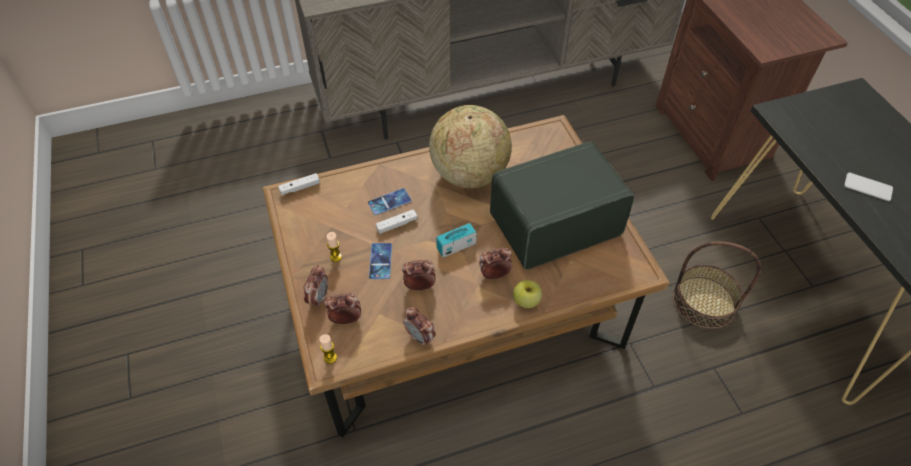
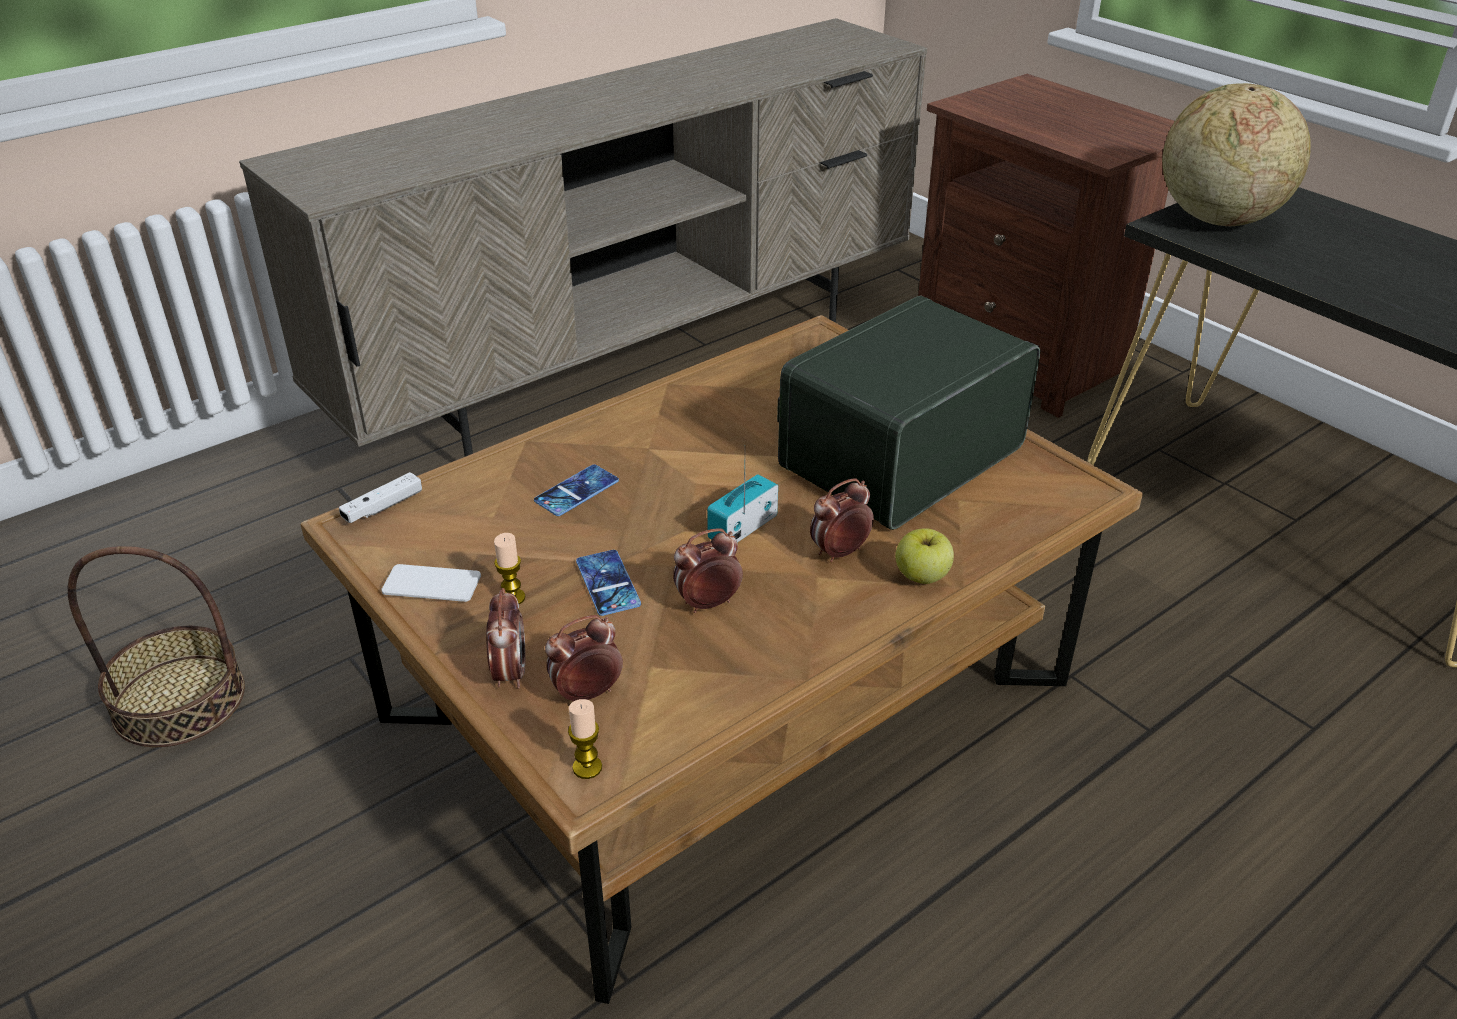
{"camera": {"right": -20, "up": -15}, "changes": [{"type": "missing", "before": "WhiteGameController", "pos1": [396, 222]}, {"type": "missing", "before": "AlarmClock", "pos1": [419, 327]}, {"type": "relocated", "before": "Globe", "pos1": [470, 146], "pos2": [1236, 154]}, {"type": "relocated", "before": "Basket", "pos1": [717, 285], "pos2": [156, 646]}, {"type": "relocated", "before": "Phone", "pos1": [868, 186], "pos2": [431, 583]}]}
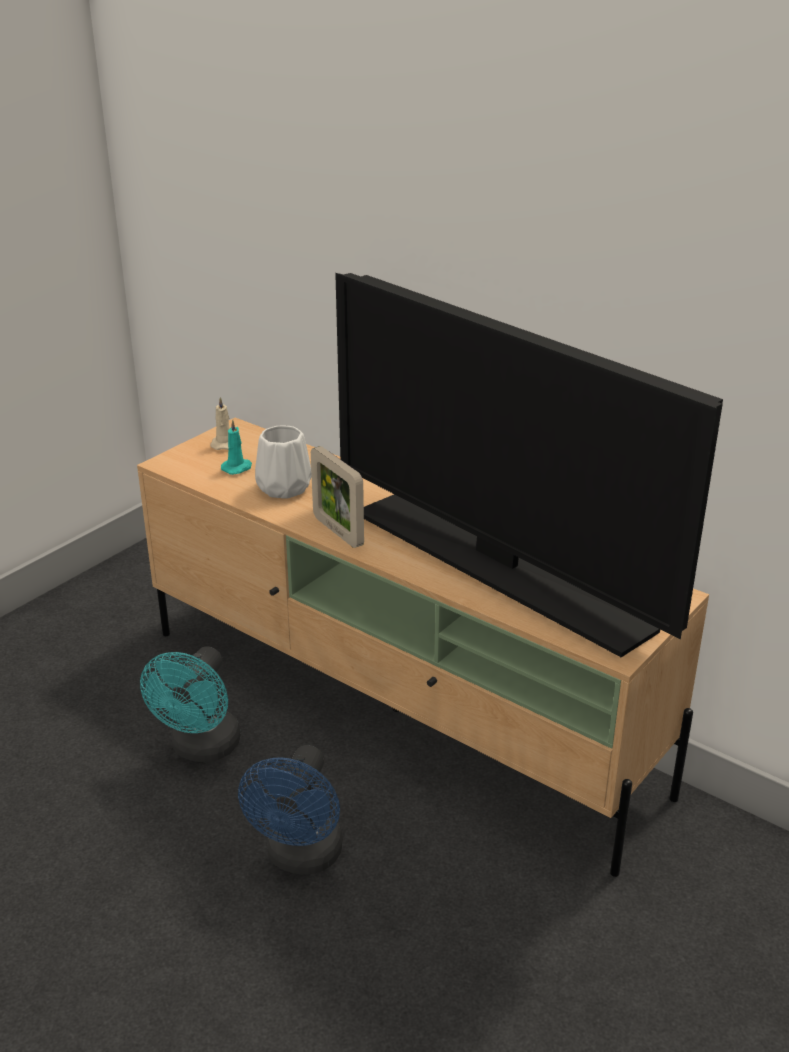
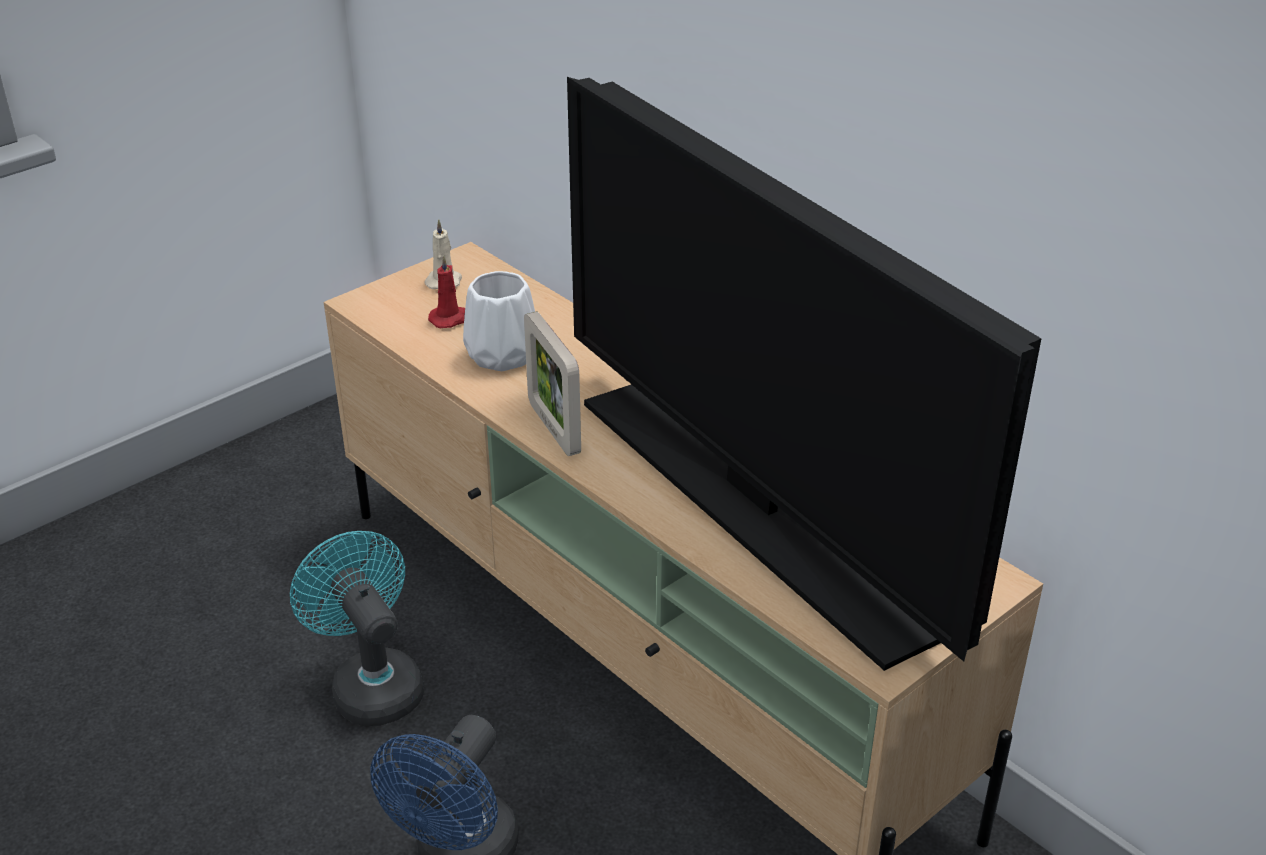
{"camera": {"right": 10, "up": 5}, "changes": [{"type": "spun", "before": "TurquoiseFan", "pos1": [190, 704], "pos2": [357, 628], "turn": 120}, {"type": "colour", "before": "TurquoiseCandle", "after": "RedCandle", "pos1": [236, 447], "pos2": [446, 291]}]}
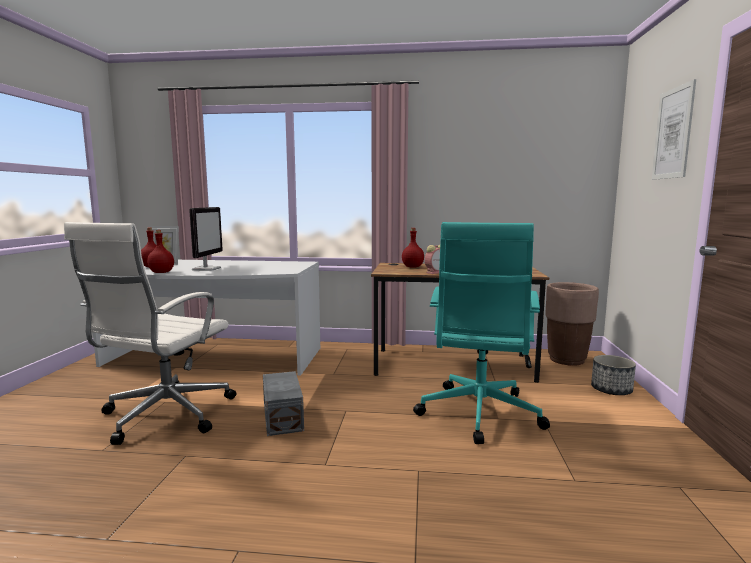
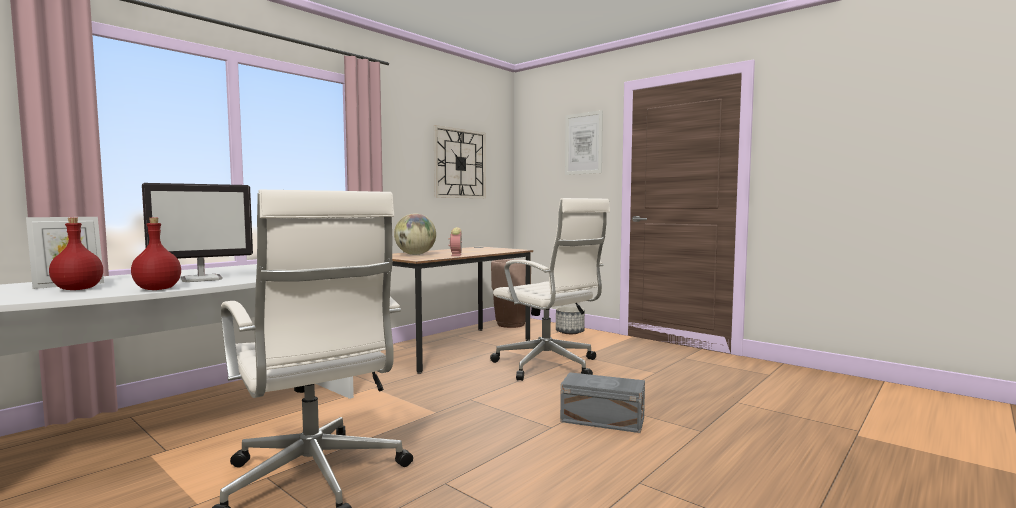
{"camera": {"right": -55, "up": -5}, "changes": [{"type": "spun", "before": "Monitor", "pos1": [206, 239], "pos2": [197, 232], "turn": 105}, {"type": "relocated", "before": "GreyStorageBox", "pos1": [283, 403], "pos2": [602, 402]}, {"type": "exchanged", "before": "RedBottle", "after": "Globe", "pos1": [413, 248], "pos2": [415, 234]}, {"type": "colour", "before": "TurquoiseOfficeChair", "after": "WhiteOfficeChair", "pos1": [481, 333], "pos2": [550, 289]}, {"type": "appeared", "after": "WallClock", "pos2": [460, 161]}]}
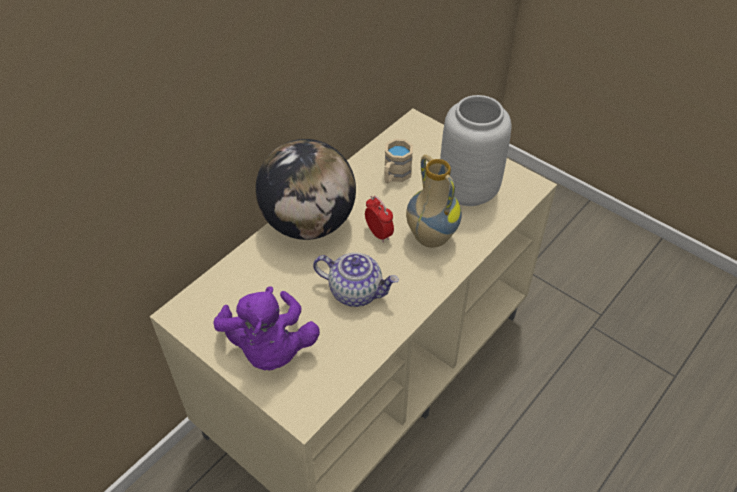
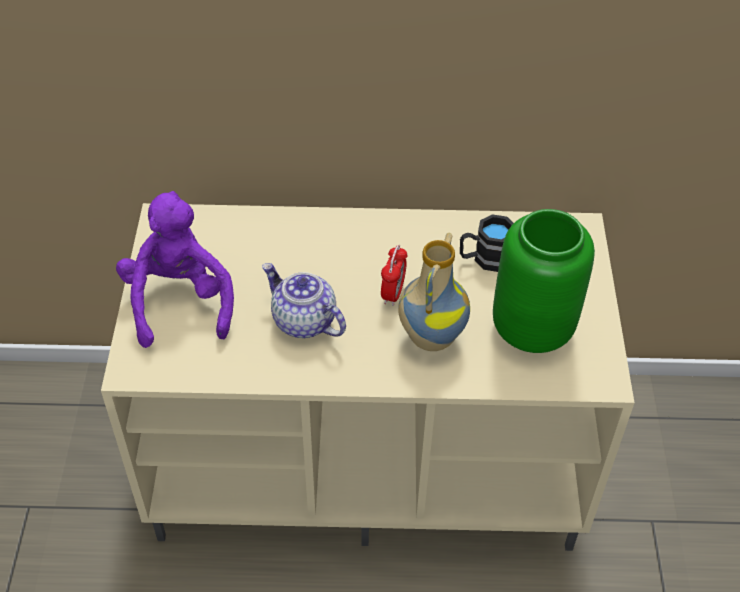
{"camera": {"right": 50, "up": 0}, "changes": [{"type": "spun", "before": "PurplePlushToy", "pos1": [266, 328], "pos2": [175, 269], "turn": 135}, {"type": "missing", "before": "Globe", "pos1": [305, 189]}, {"type": "spun", "before": "Teapot", "pos1": [356, 279], "pos2": [304, 300], "turn": 150}, {"type": "colour", "before": "BeigeMug", "after": "BlackMug", "pos1": [398, 161], "pos2": [487, 243]}, {"type": "colour", "before": "GreyVase", "after": "GreenVase", "pos1": [476, 150], "pos2": [544, 281]}]}
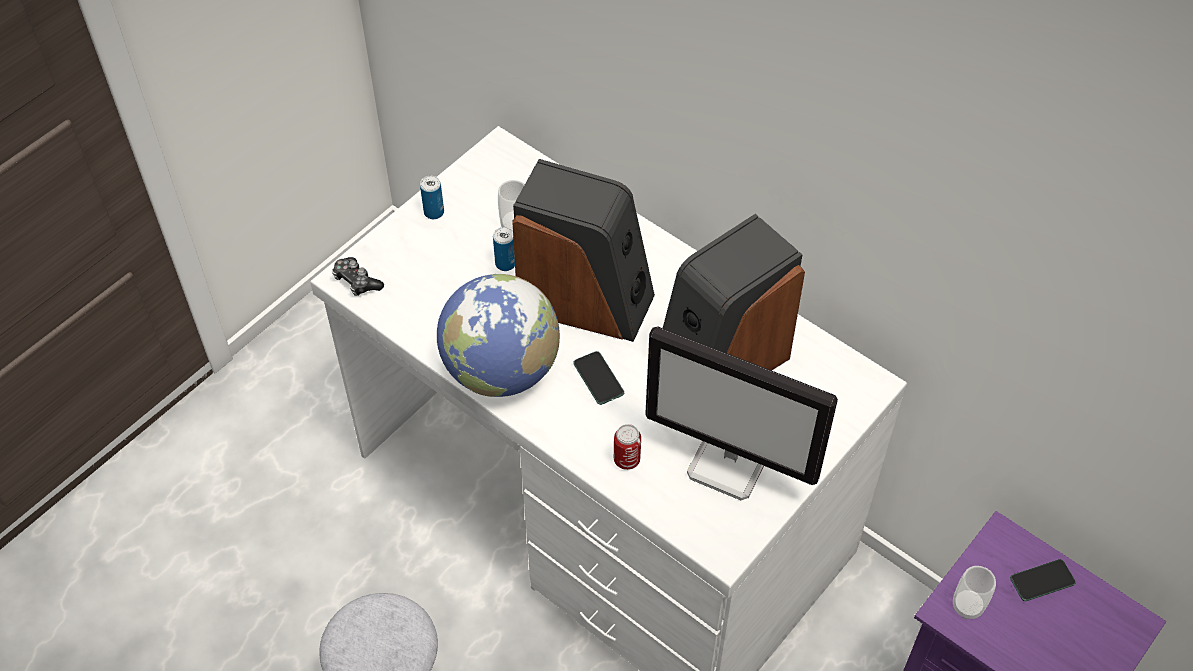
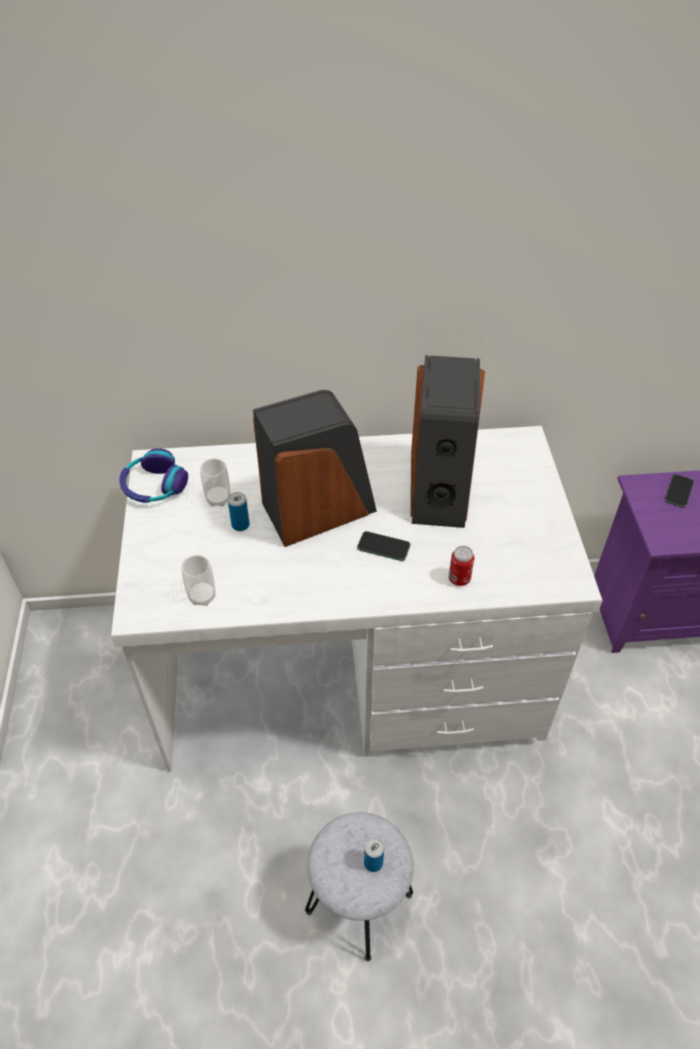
{"camera": {"right": -45, "up": -5}, "changes": [{"type": "missing", "before": "GameController", "pos1": [358, 276]}, {"type": "relocated", "before": "Can", "pos1": [432, 197], "pos2": [374, 855]}, {"type": "missing", "before": "Globe", "pos1": [498, 335]}, {"type": "missing", "before": "Monitor", "pos1": [741, 413]}, {"type": "relocated", "before": "Cup", "pos1": [974, 592], "pos2": [198, 580]}, {"type": "appeared", "after": "Headphones", "pos2": [153, 475]}]}
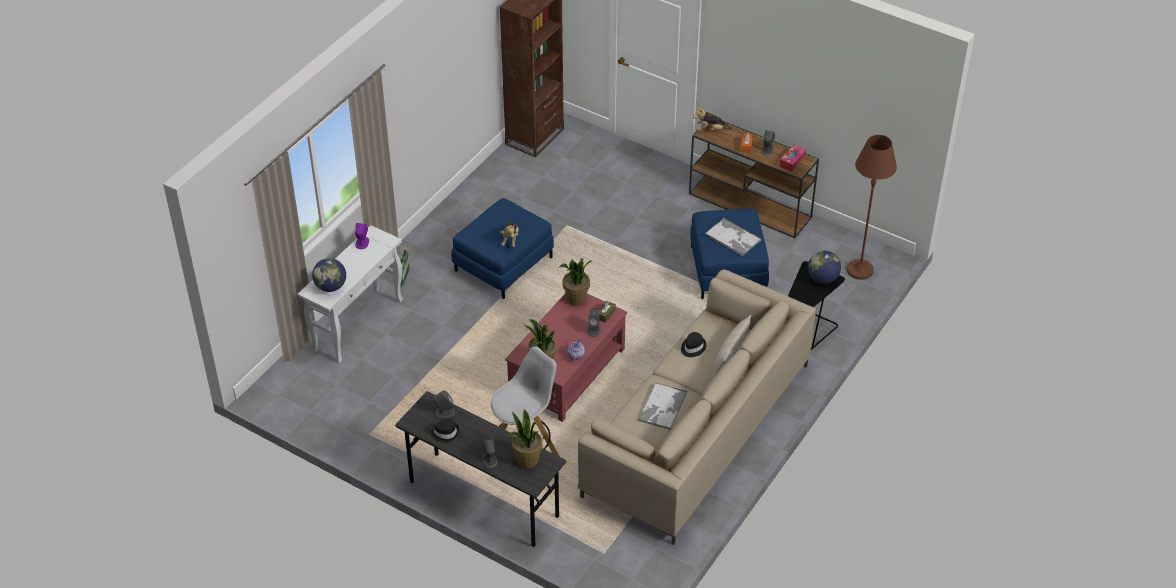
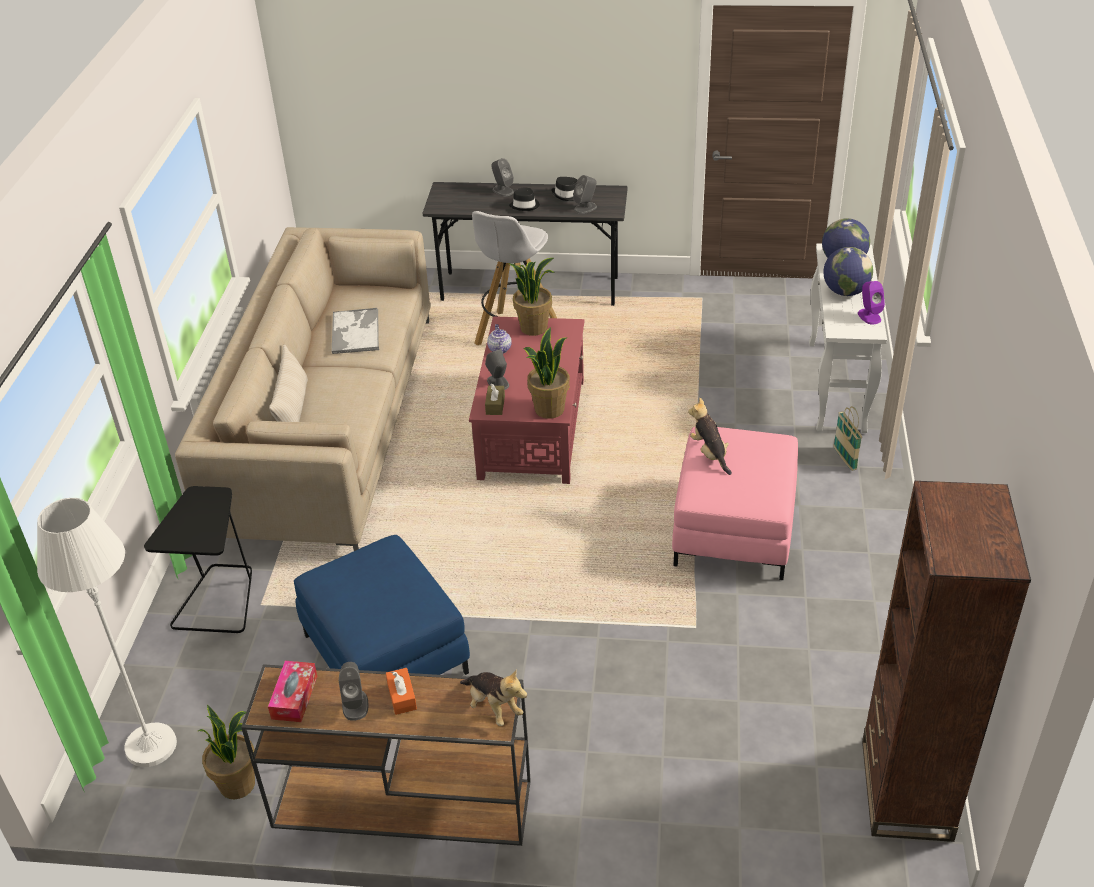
{"camera": {"right": 155, "up": -5}, "changes": [{"type": "colour", "before": "BlueOttoman", "after": "PinkOttoman", "pos1": [502, 248], "pos2": [735, 503]}, {"type": "relocated", "before": "PottedPlant", "pos1": [525, 439], "pos2": [226, 752]}, {"type": "relocated", "before": "BlackHat", "pos1": [693, 344], "pos2": [524, 199]}, {"type": "spun", "before": "PlushToy", "pos1": [712, 118], "pos2": [493, 698], "turn": 75}, {"type": "missing", "before": "Tray", "pos1": [733, 237]}, {"type": "relocated", "before": "Globe", "pos1": [824, 267], "pos2": [848, 271]}, {"type": "colour", "before": "BrownFloorLamp", "after": "WhiteFloorLamp", "pos1": [872, 207], "pos2": [107, 632]}]}
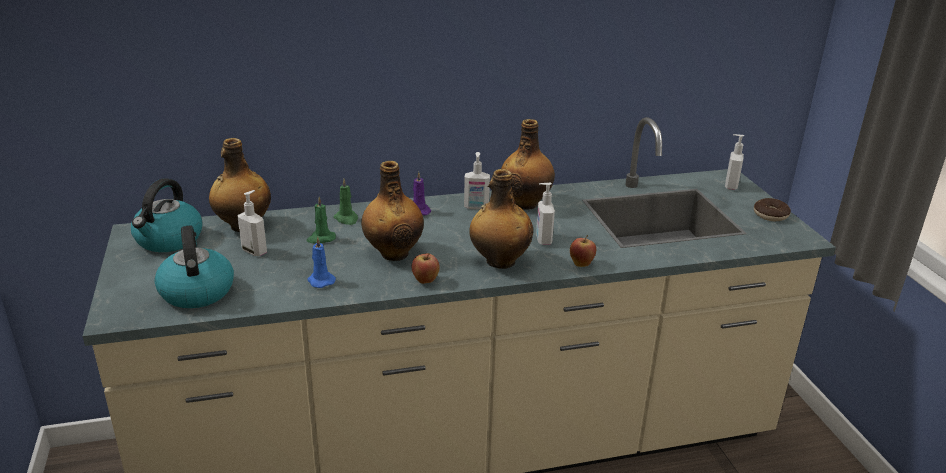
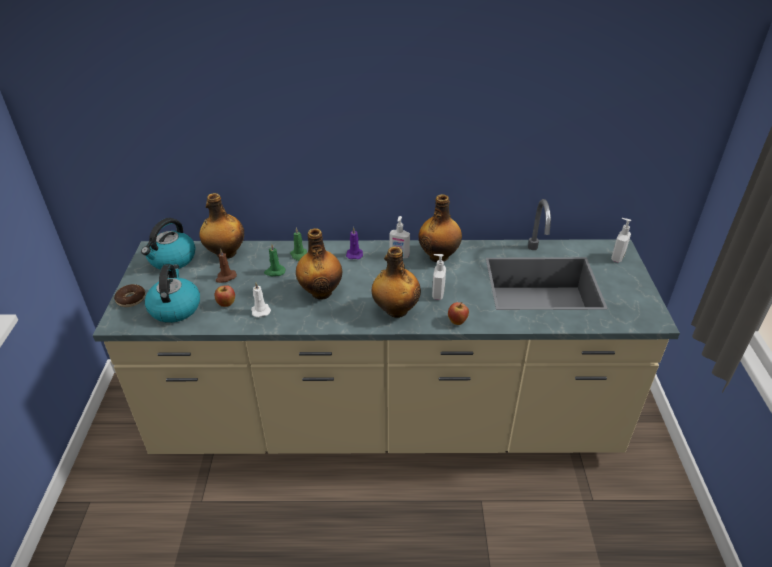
{"camera": {"right": 15, "up": 10}, "changes": [{"type": "exchanged", "before": "SoapDispenser", "after": "BrownCandle", "pos1": [252, 223], "pos2": [226, 266]}, {"type": "colour", "before": "BlueCandle", "after": "WhiteCandle", "pos1": [321, 262], "pos2": [261, 300]}, {"type": "relocated", "before": "Apple", "pos1": [426, 268], "pos2": [225, 296]}, {"type": "relocated", "before": "Donut", "pos1": [772, 209], "pos2": [130, 295]}]}
